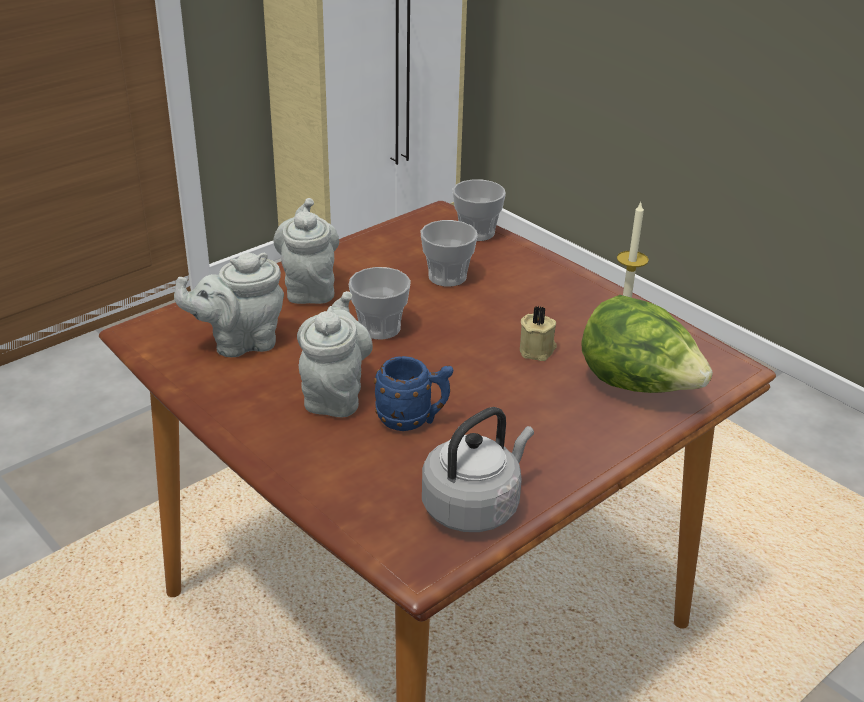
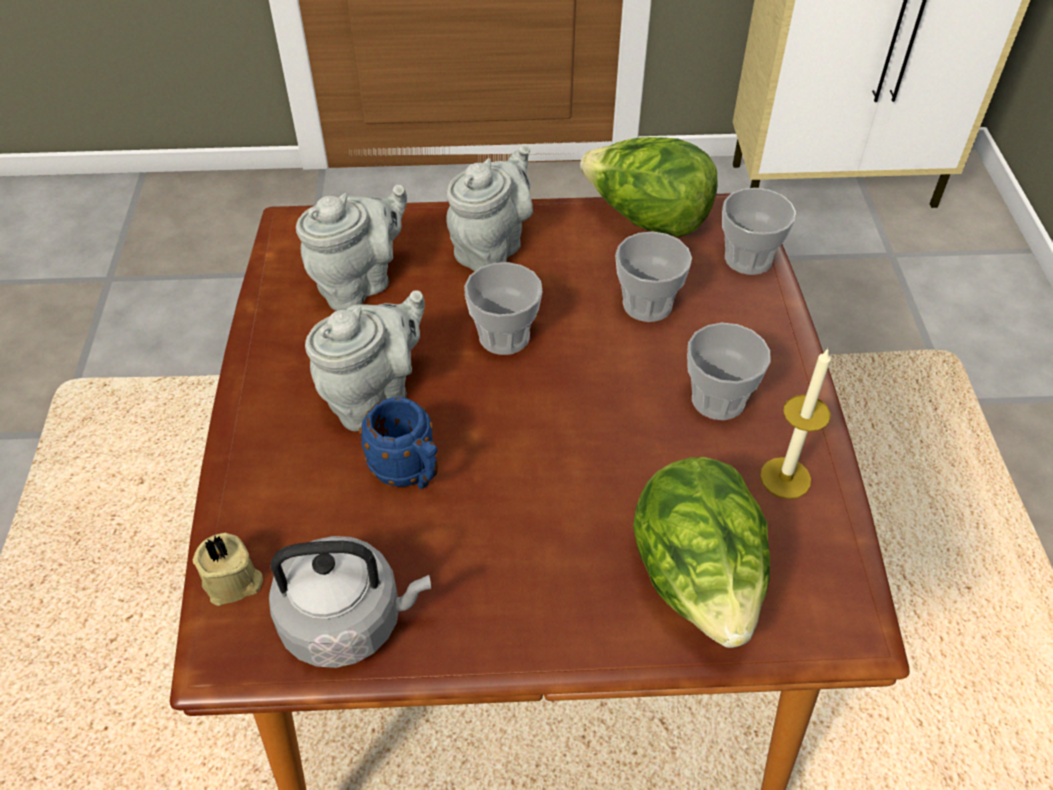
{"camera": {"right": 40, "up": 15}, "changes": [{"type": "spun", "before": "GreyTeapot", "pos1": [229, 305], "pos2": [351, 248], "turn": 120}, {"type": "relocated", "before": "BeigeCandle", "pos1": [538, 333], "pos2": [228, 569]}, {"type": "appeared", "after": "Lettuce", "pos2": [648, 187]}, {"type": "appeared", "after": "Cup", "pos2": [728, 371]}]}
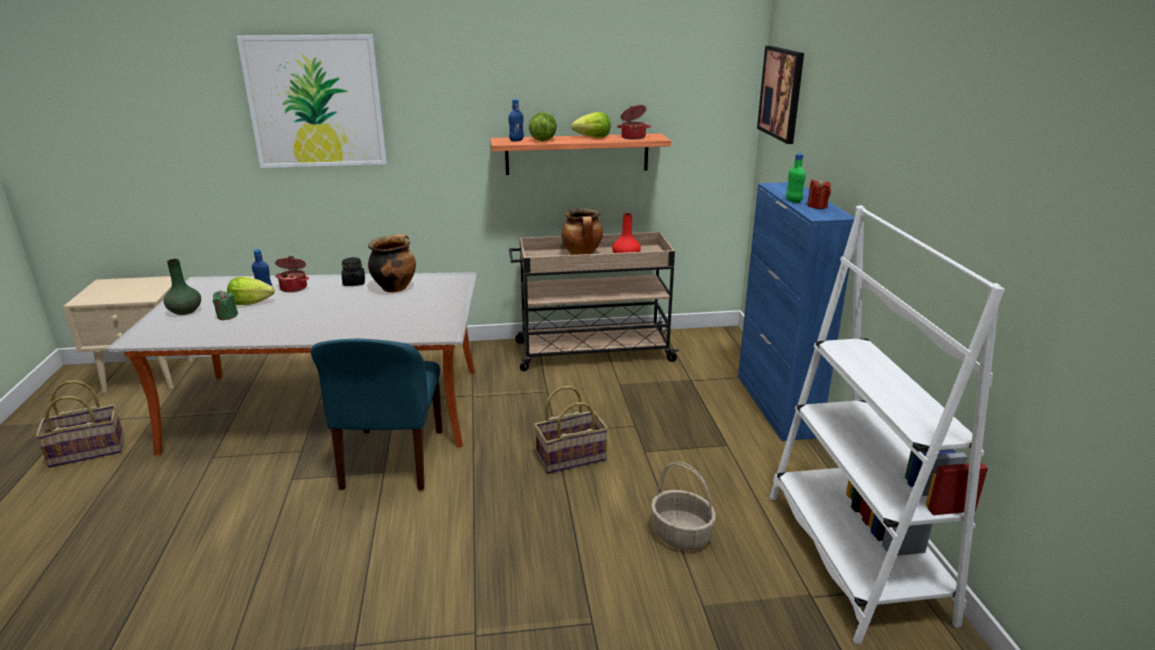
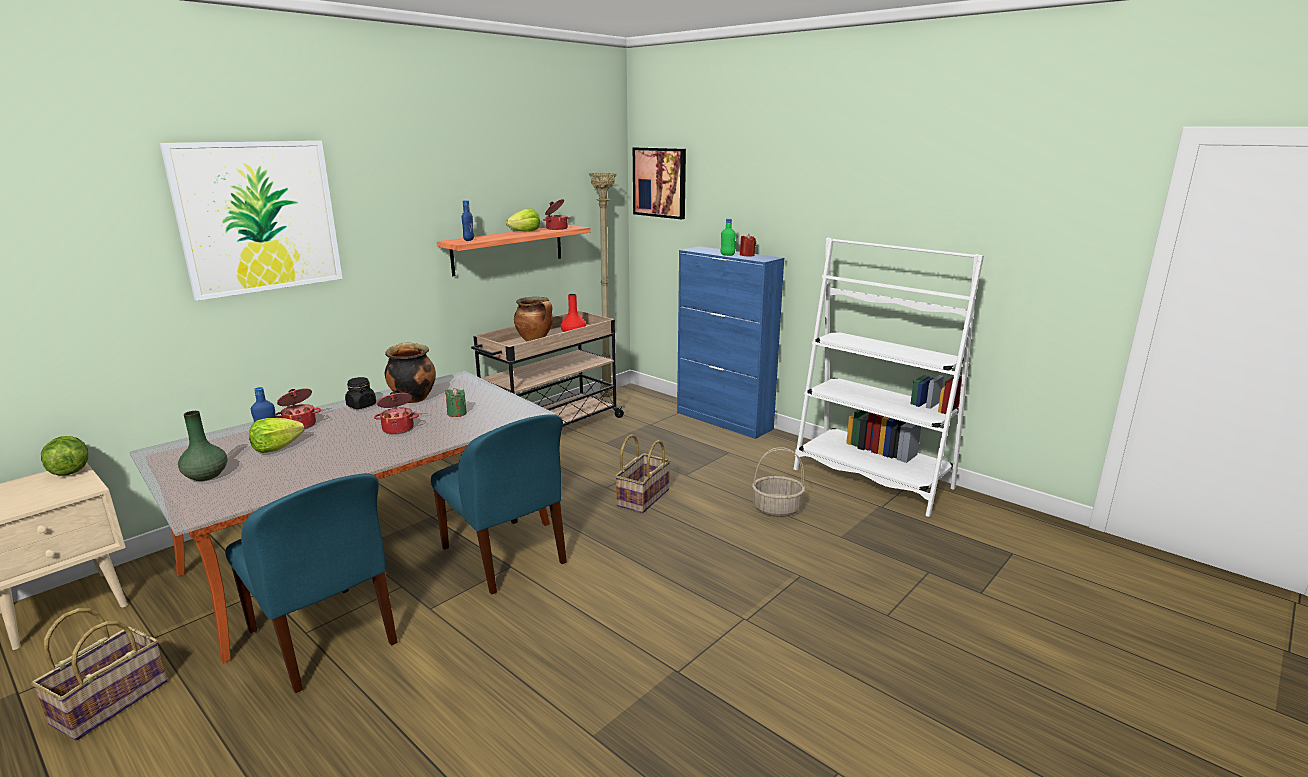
{"camera": {"right": -40, "up": -5}, "changes": [{"type": "relocated", "before": "GreenCandle", "pos1": [225, 305], "pos2": [456, 402]}, {"type": "relocated", "before": "Lettuce", "pos1": [543, 126], "pos2": [64, 456]}, {"type": "appeared", "after": "BlueChair", "pos2": [311, 583]}, {"type": "appeared", "after": "CookingPot", "pos2": [396, 413]}, {"type": "appeared", "after": "BeigeFloorLamp", "pos2": [603, 284]}]}
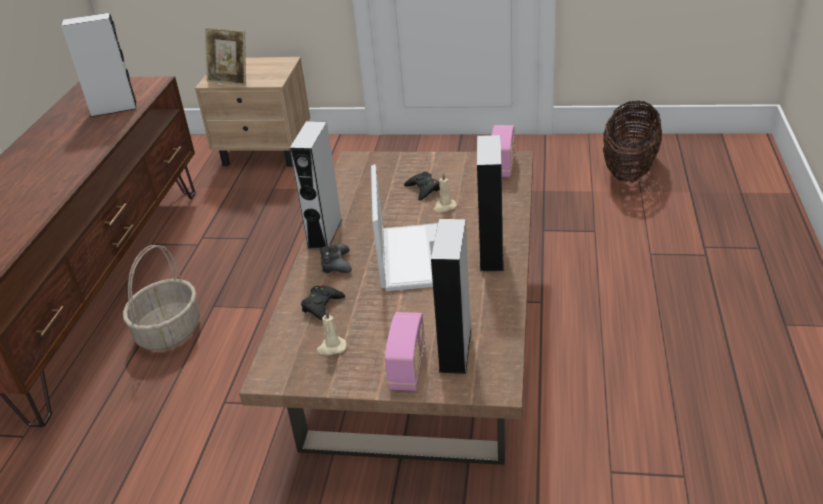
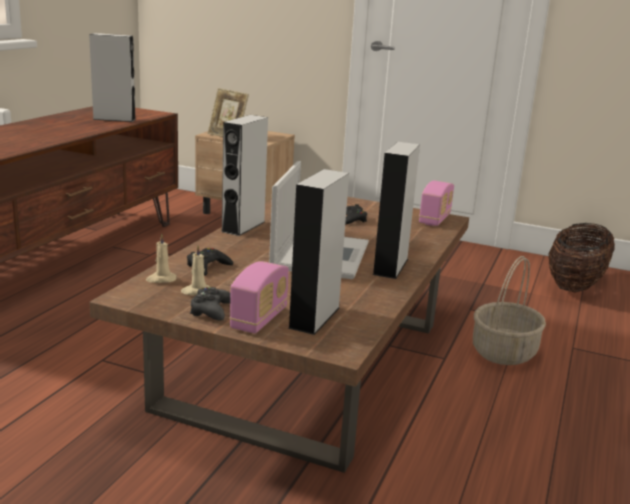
{"camera": {"right": 10, "up": -15}, "changes": [{"type": "relocated", "before": "Basket", "pos1": [161, 298], "pos2": [509, 310]}, {"type": "relocated", "before": "BlackGameController", "pos1": [336, 258], "pos2": [210, 304]}, {"type": "relocated", "before": "BeigeCandle", "pos1": [445, 192], "pos2": [161, 258]}]}
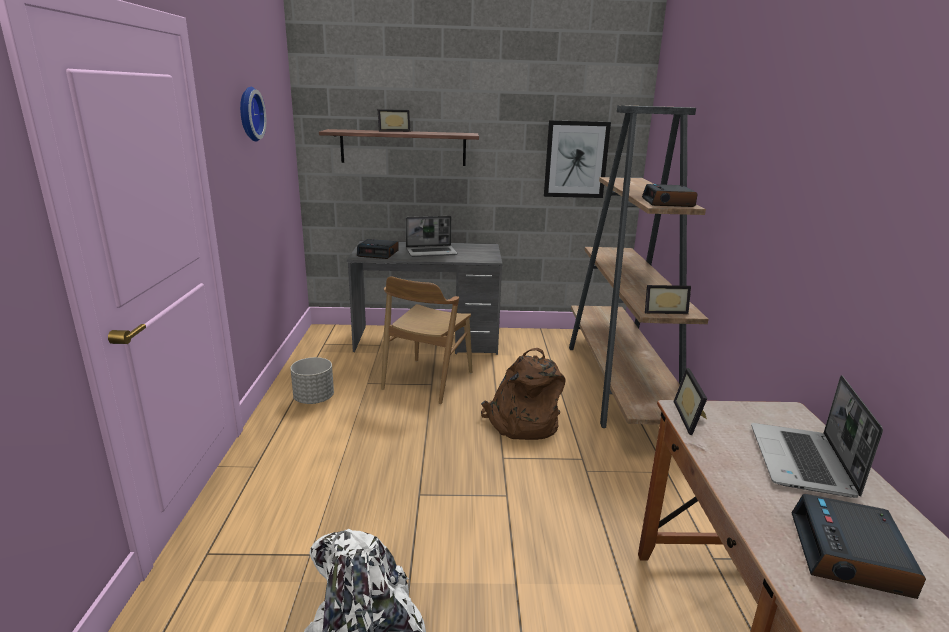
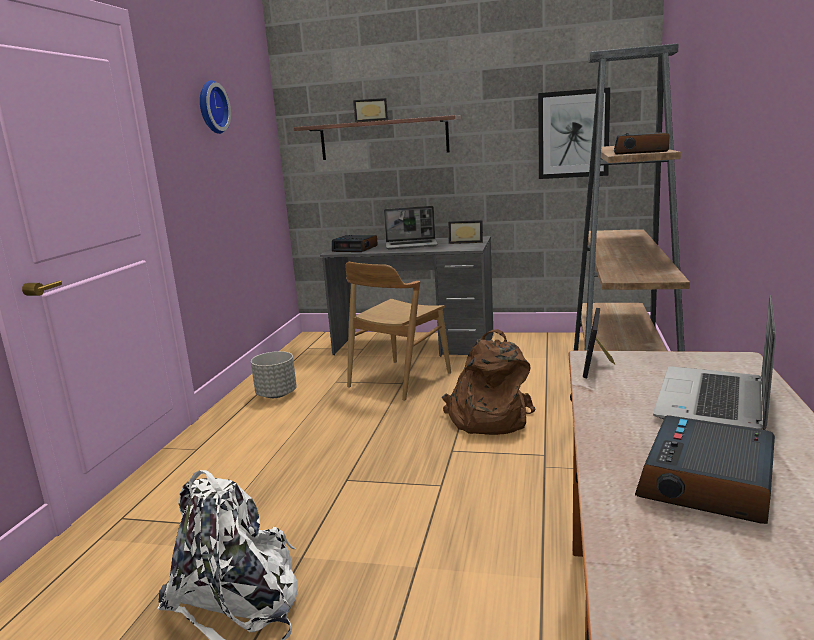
{"camera": {"right": 15, "up": -5}, "changes": [{"type": "relocated", "before": "PictureFrame", "pos1": [668, 299], "pos2": [465, 232]}]}
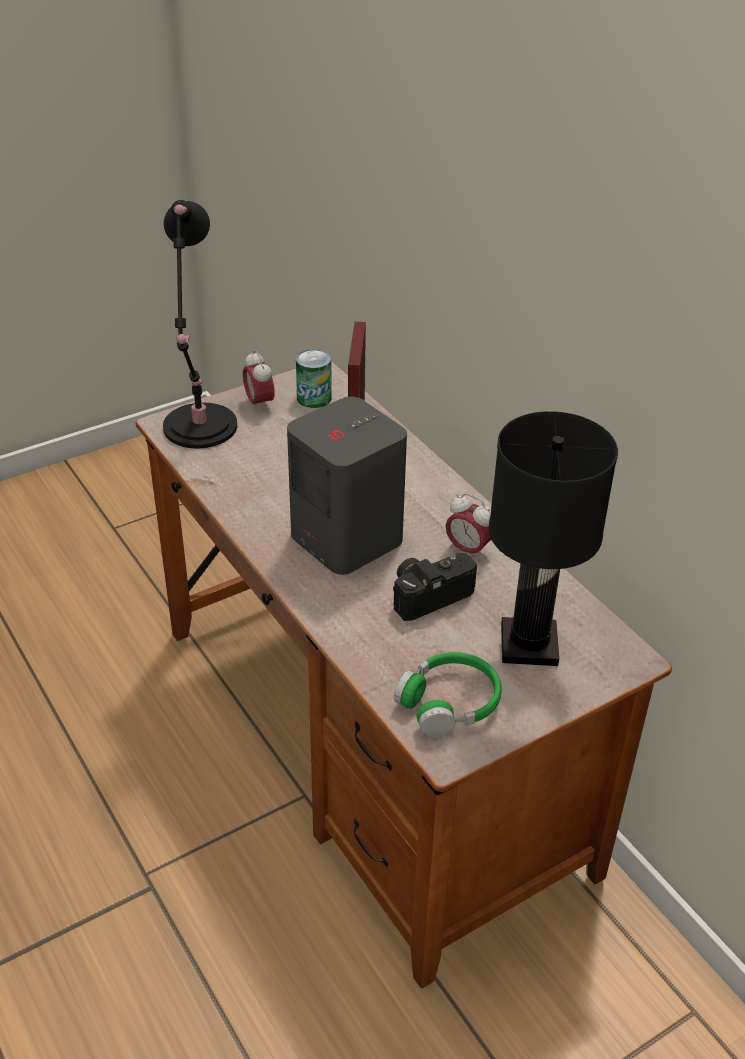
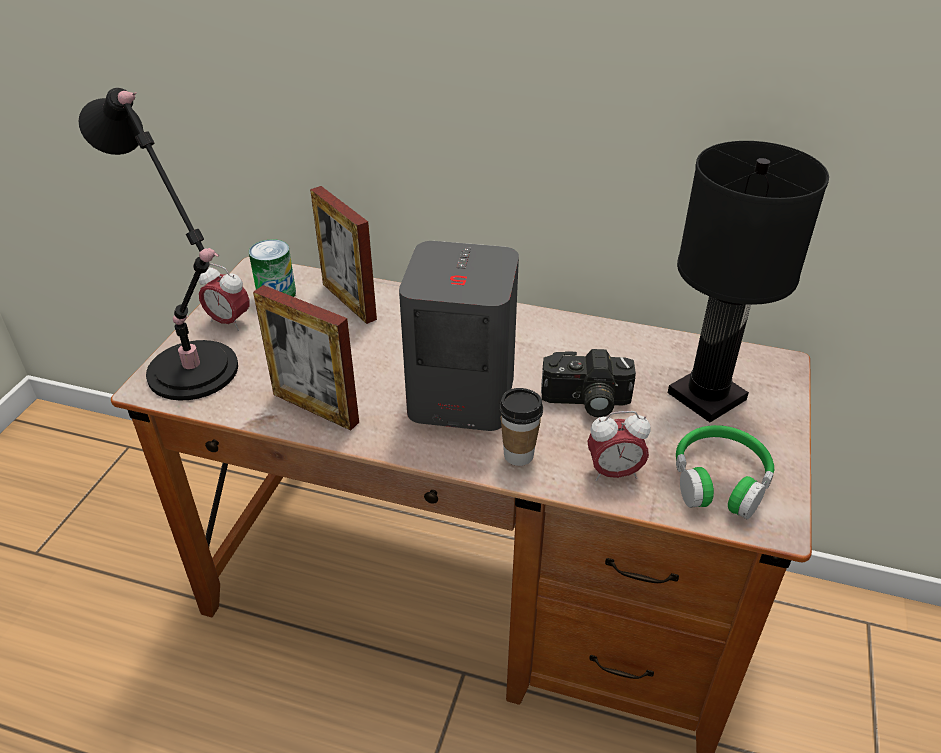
{"camera": {"right": -40, "up": 0}, "changes": [{"type": "spun", "before": "PhotoCamera", "pos1": [435, 587], "pos2": [588, 383], "turn": -105}, {"type": "relocated", "before": "AlarmClock", "pos1": [468, 527], "pos2": [619, 446]}, {"type": "appeared", "after": "PictureFrame", "pos2": [306, 358]}, {"type": "appeared", "after": "Cup", "pos2": [521, 427]}]}
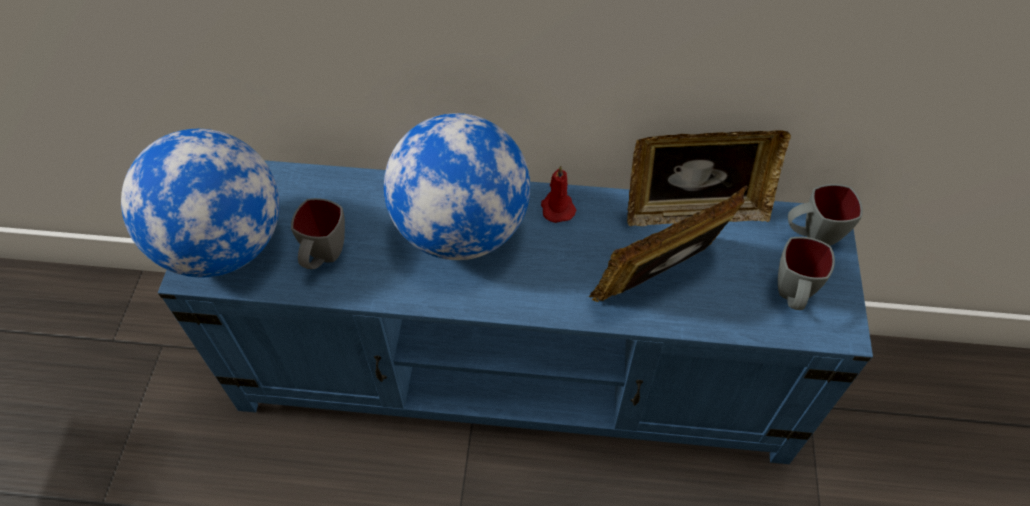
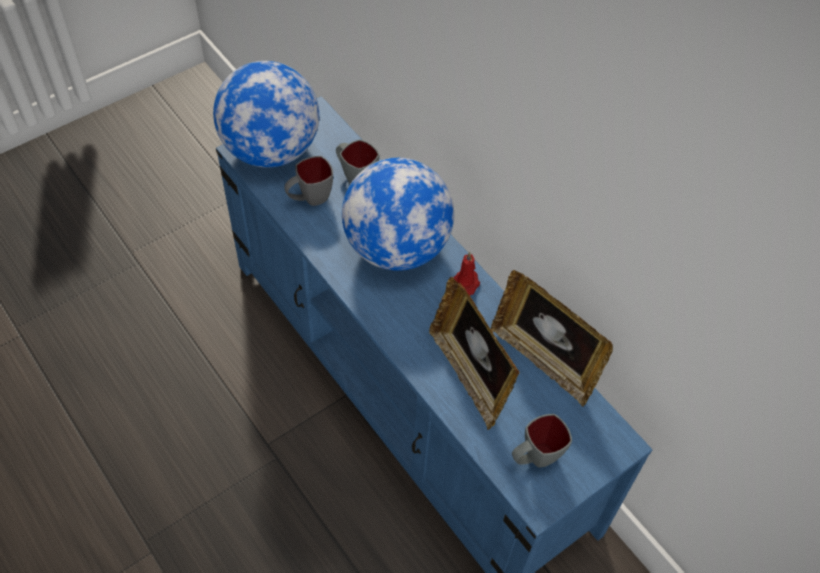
{"camera": {"right": 45, "up": 0}, "changes": [{"type": "spun", "before": "PictureFrame", "pos1": [668, 243], "pos2": [474, 353], "turn": -135}, {"type": "relocated", "before": "GreyMug", "pos1": [825, 215], "pos2": [357, 161]}]}
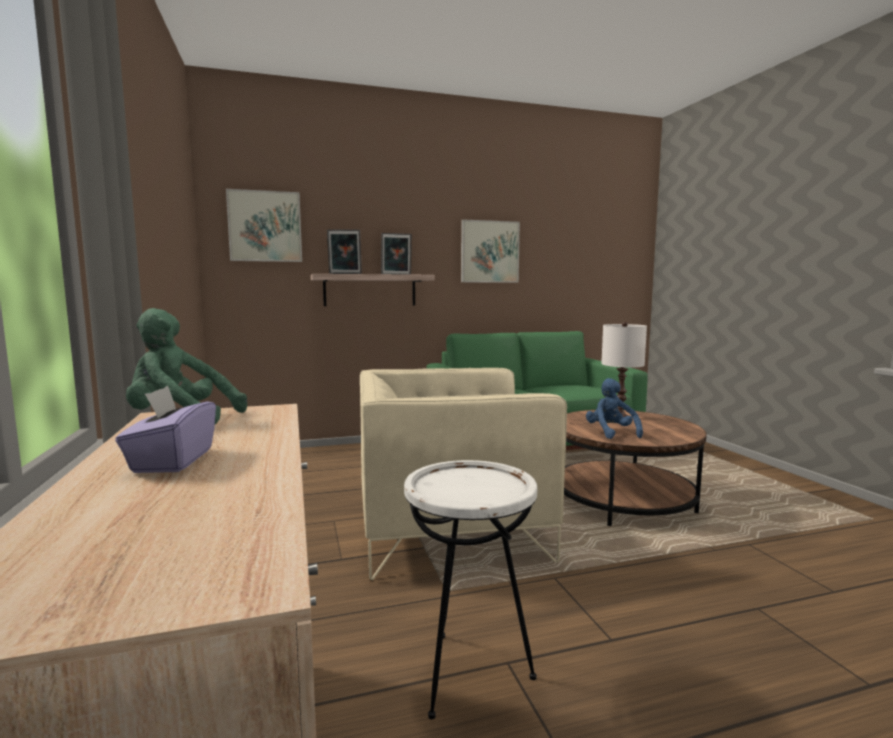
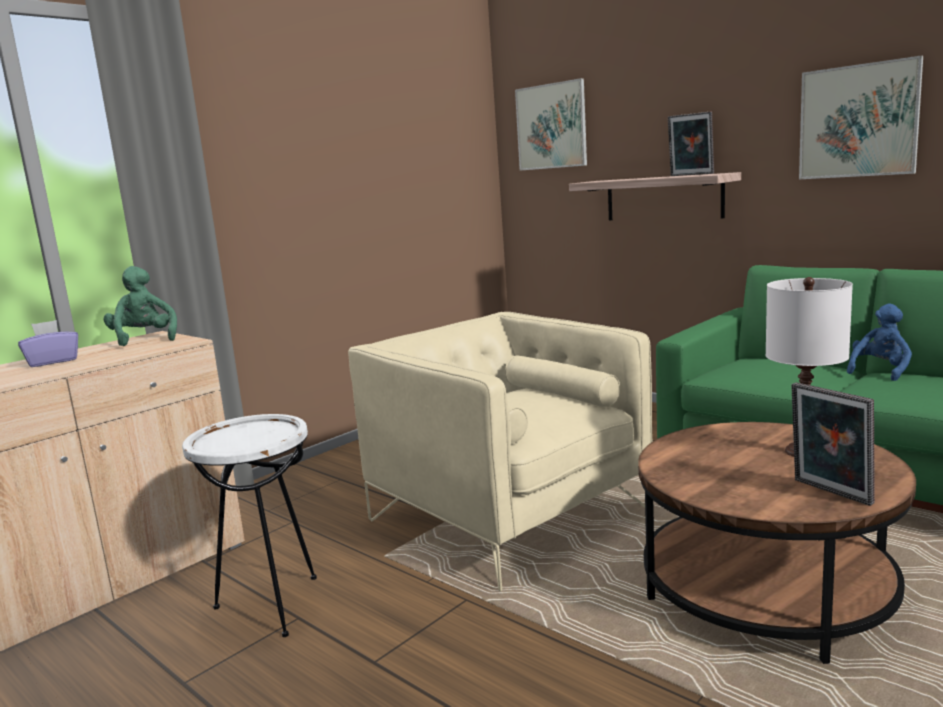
{"camera": {"right": 60, "up": 5}, "changes": [{"type": "relocated", "before": "PictureFrame", "pos1": [344, 252], "pos2": [833, 444]}, {"type": "relocated", "before": "BluePlushToy", "pos1": [614, 408], "pos2": [879, 342]}]}
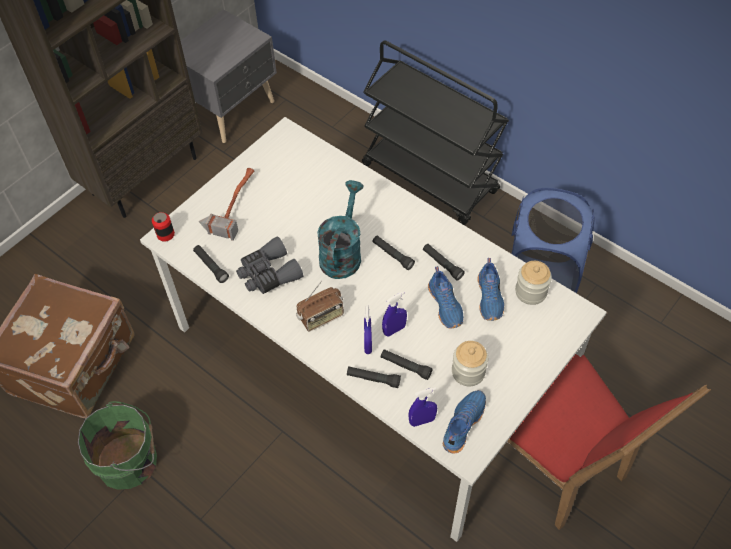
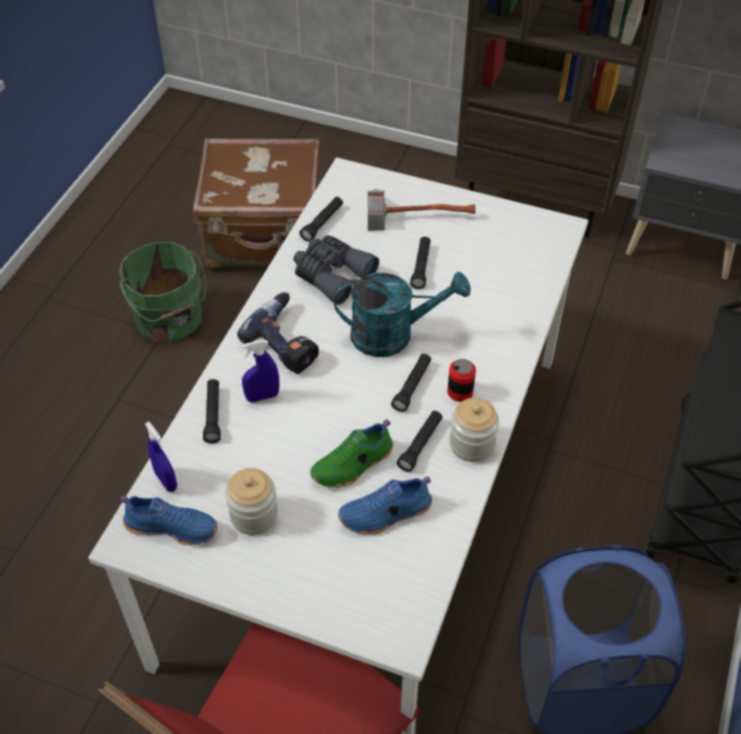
{"camera": {"right": 70, "up": -5}, "changes": [{"type": "relocated", "before": "Can", "pos1": [163, 227], "pos2": [461, 380]}, {"type": "exchanged", "before": "Radio", "after": "PowerDrill", "pos1": [320, 306], "pos2": [278, 333]}, {"type": "relocated", "before": "BlackFlashlight", "pos1": [407, 364], "pos2": [420, 263]}, {"type": "missing", "before": "BlueSprayBottle", "pos1": [394, 314]}, {"type": "colour", "before": "BlueShoe", "after": "GreenShoe", "pos1": [446, 297], "pos2": [351, 453]}, {"type": "relocated", "before": "Jar", "pos1": [533, 283], "pos2": [474, 430]}]}
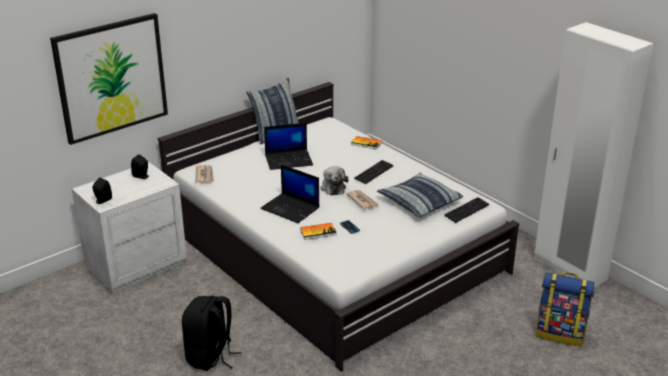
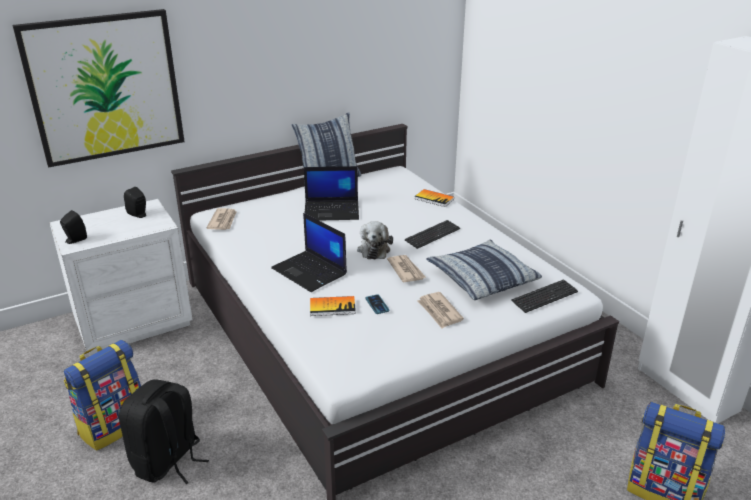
{"camera": {"right": 10, "up": 0}, "changes": [{"type": "appeared", "after": "Backpack", "pos2": [102, 395]}, {"type": "appeared", "after": "Newspaper", "pos2": [440, 310]}]}
